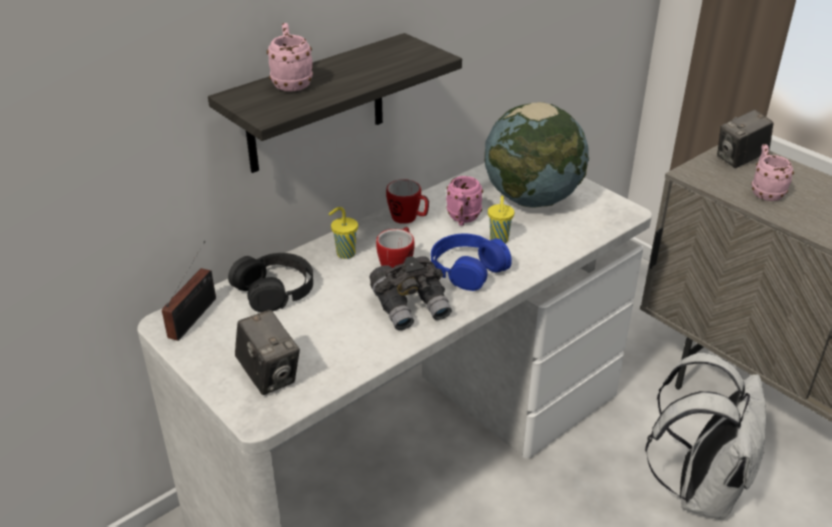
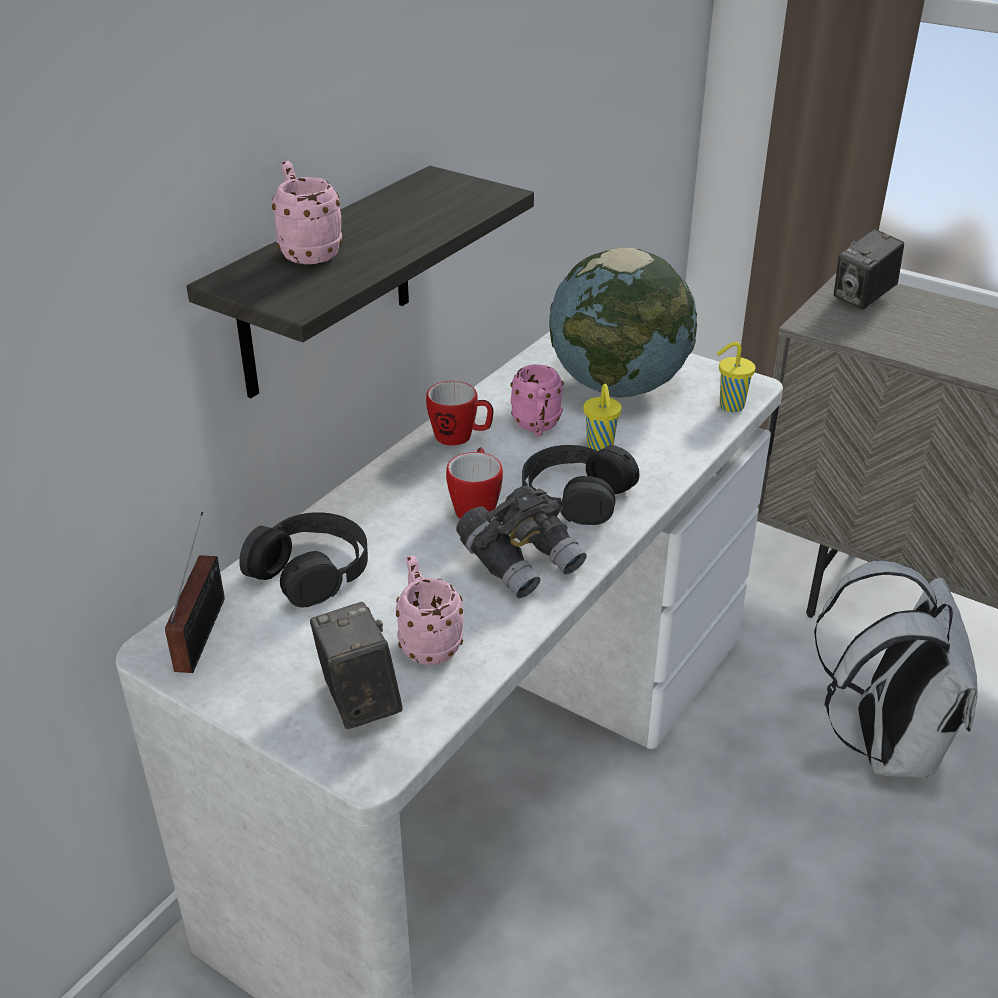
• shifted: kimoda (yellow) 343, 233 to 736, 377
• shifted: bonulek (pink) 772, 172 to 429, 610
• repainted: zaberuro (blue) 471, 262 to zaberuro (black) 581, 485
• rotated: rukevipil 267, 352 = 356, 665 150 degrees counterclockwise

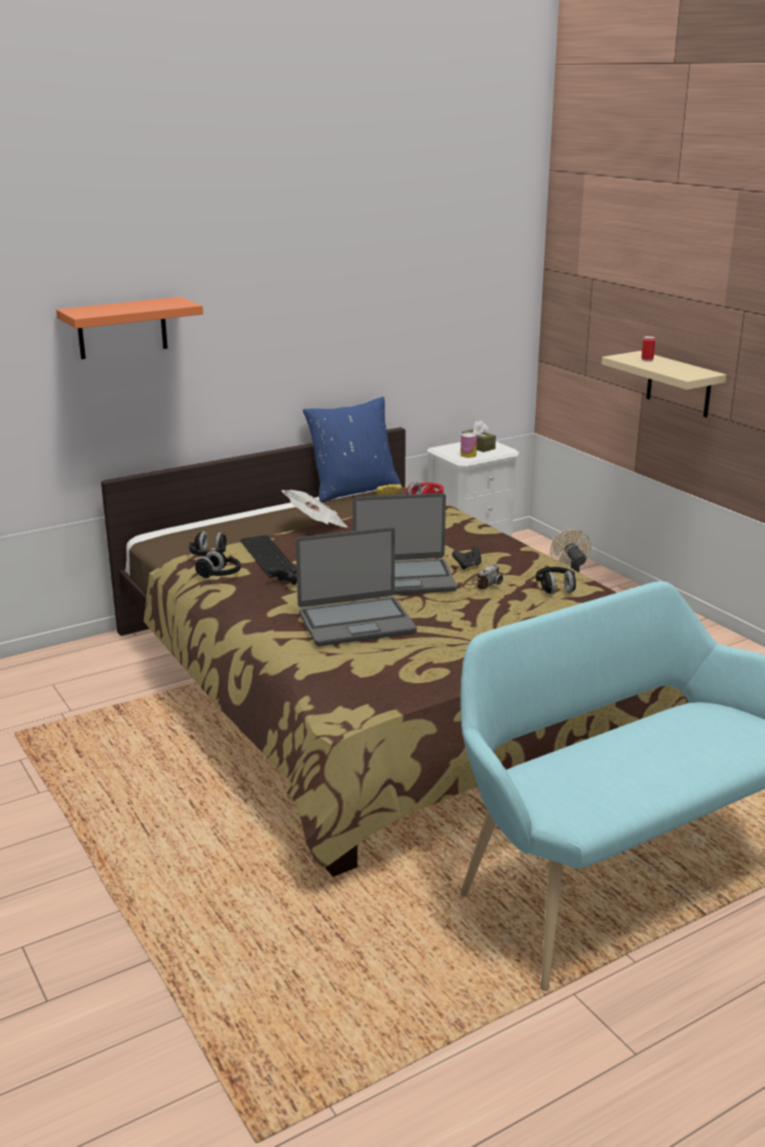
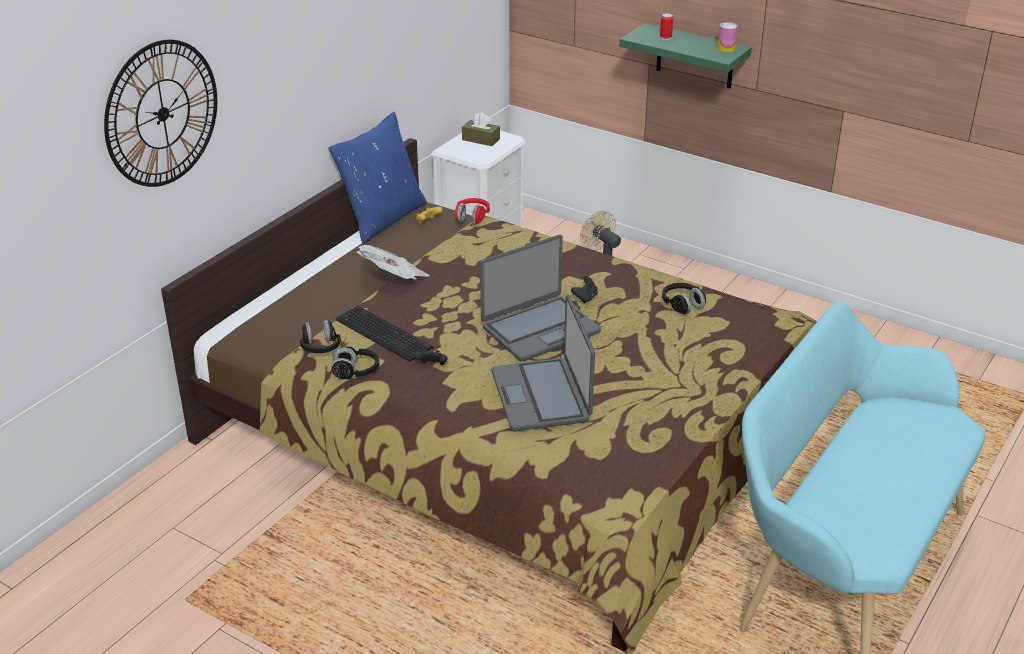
• gone: rukevipil 483, 576
• shifted: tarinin 468, 445 to 728, 37
• swapped: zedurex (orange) 129, 328 to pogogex 160, 113
• repainted: zedurex (beige) 664, 384 to zedurex (green) 685, 55
• rotated: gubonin 356, 586 = 543, 363 120 degrees clockwise

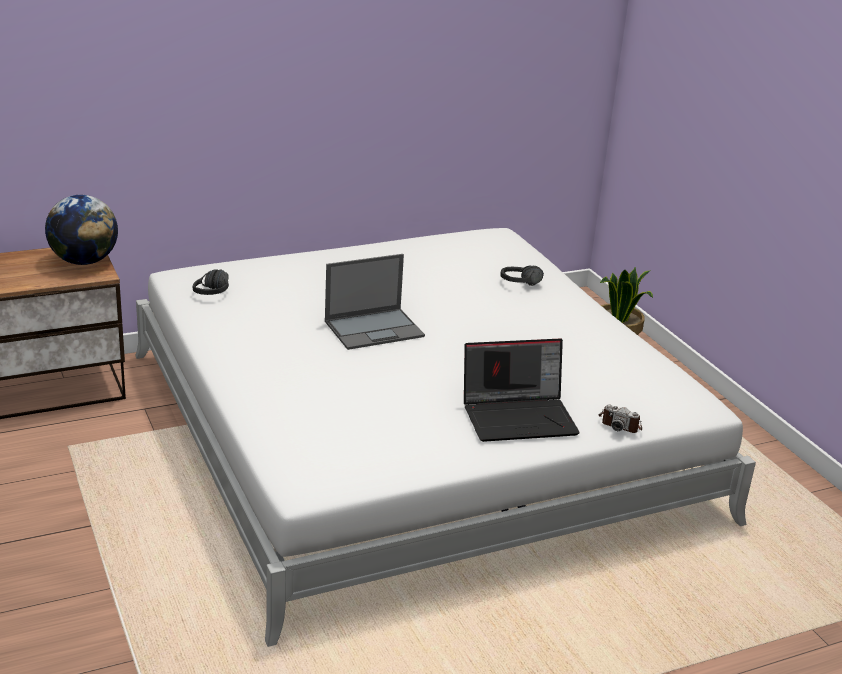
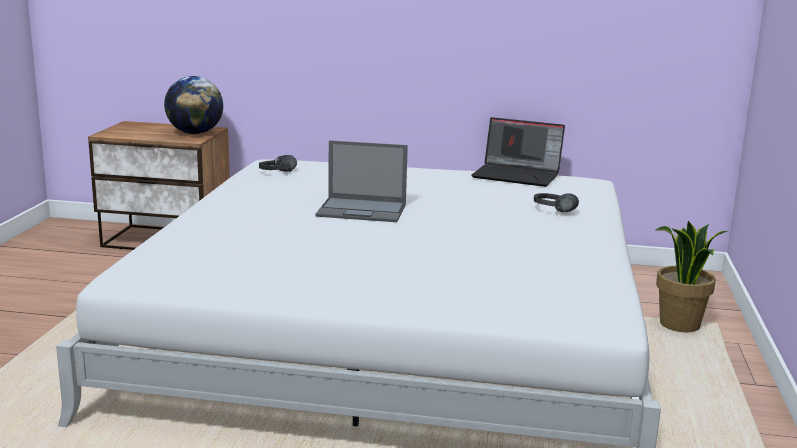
• gone: rukevipil 620, 418
• shifted: gubonin 522, 390 to 518, 152

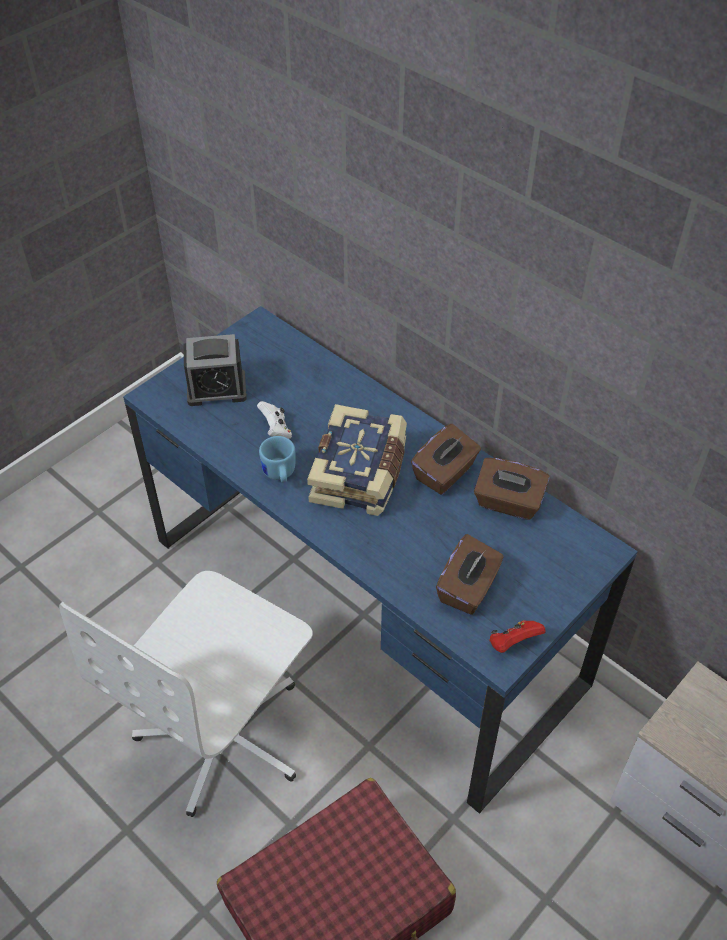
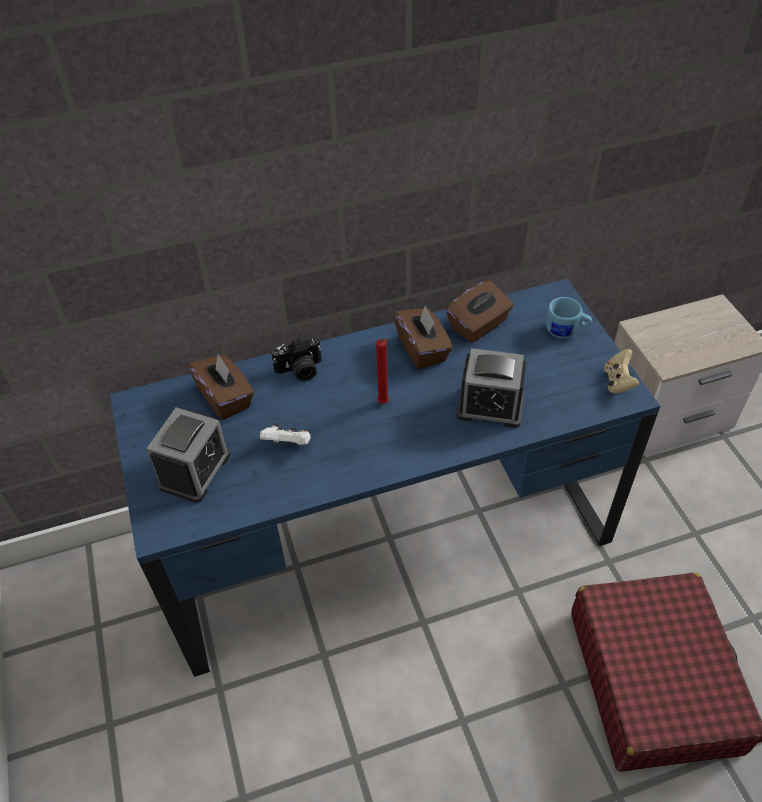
• gone: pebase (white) 186, 694
• new: rukevipil 296, 360
• new: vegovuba 491, 388
• shifted: bonulek (blue) 277, 459 to 569, 317
• shifted: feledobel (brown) 469, 574 to 221, 387
• swapped: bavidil 357, 460 to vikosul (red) 383, 371
• repainted: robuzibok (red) 517, 636 to robuzibok (beige) 621, 371

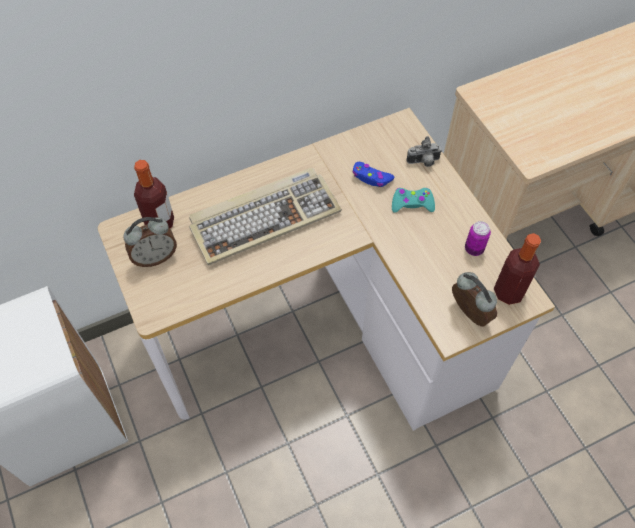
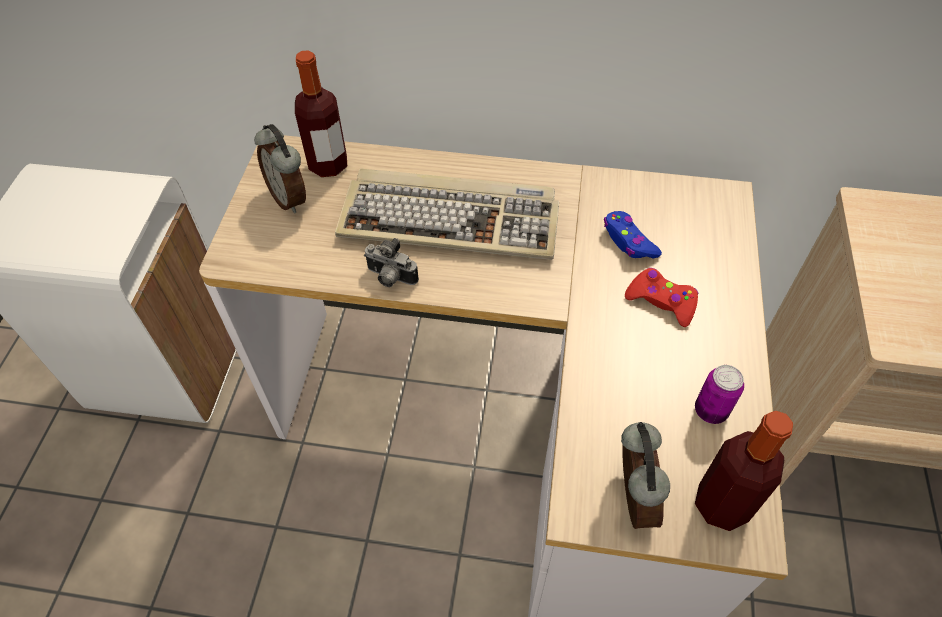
• shifted: rukevipil 424, 151 to 391, 262
• repainted: robuzibok (turquoise) 413, 200 to robuzibok (red) 662, 297
• rotated: vegovuba 150, 242 = 280, 169 45 degrees clockwise

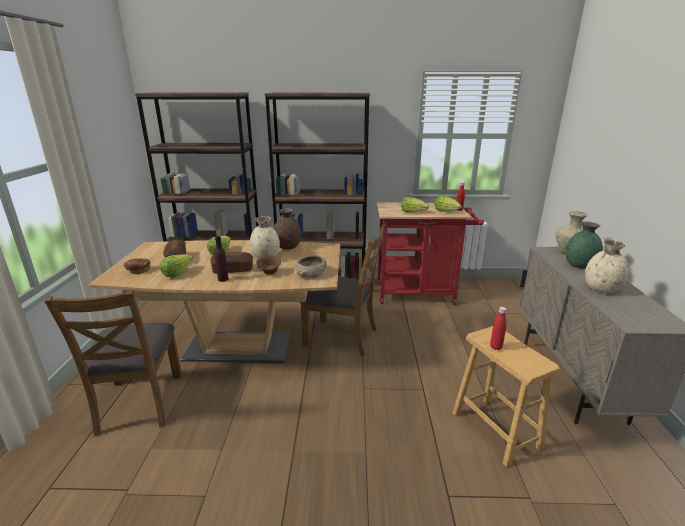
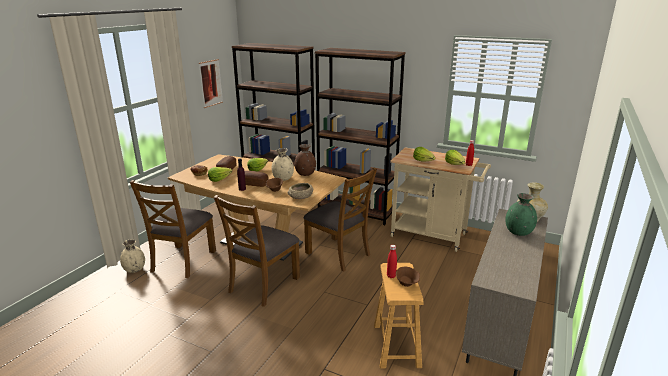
• new: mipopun 211, 83
• new: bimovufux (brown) 257, 251
• new: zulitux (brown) 408, 277
• shifted: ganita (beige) 607, 266 to 132, 256
• repainted: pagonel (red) 430, 253 to pagonel (beige) 440, 199

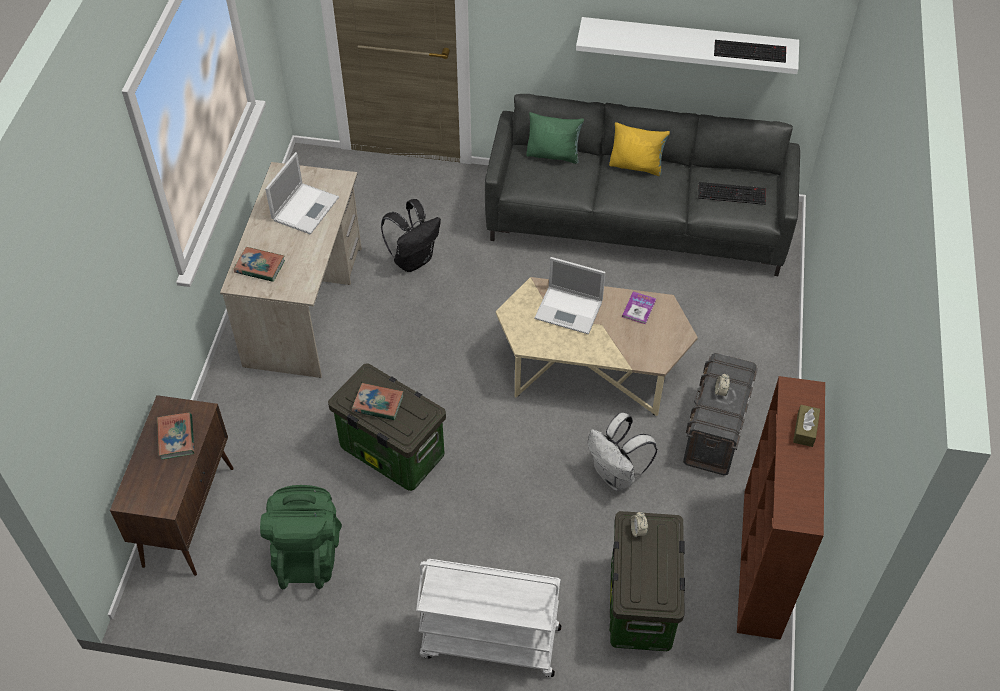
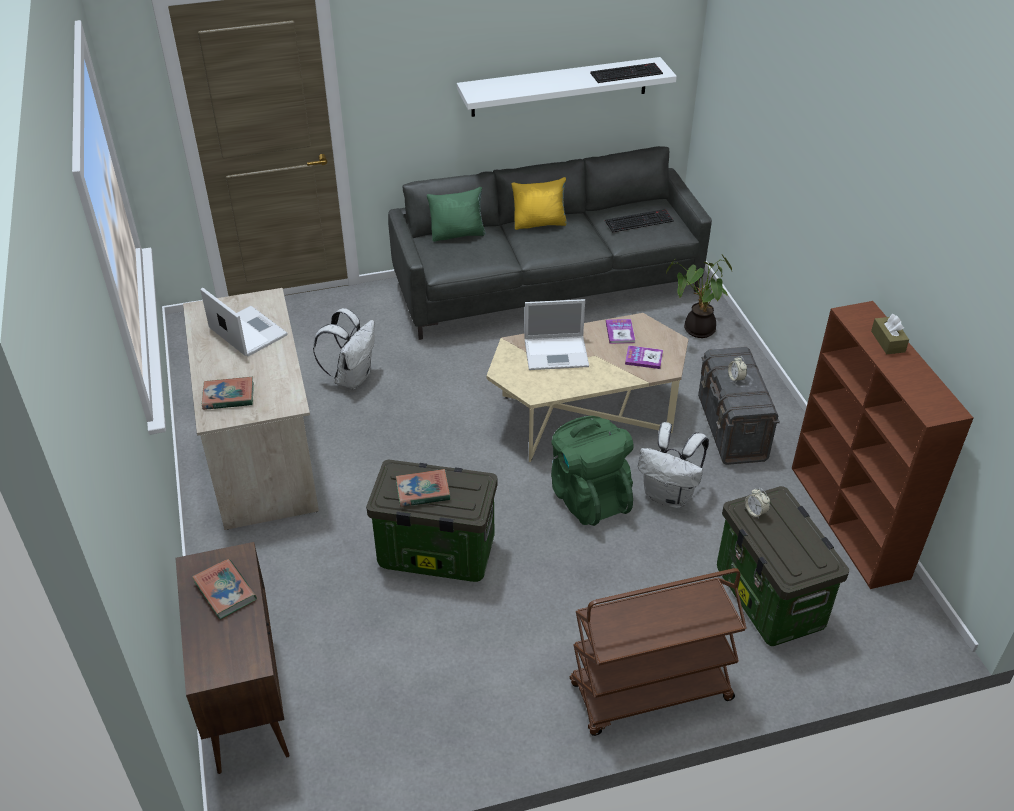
• new: bavidil 644, 357
• new: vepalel 699, 296
• shifted: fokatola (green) 301, 537 to 592, 471
• repainted: fokatola (black) 411, 235 to fokatola (white) 344, 348
• repainted: pagonel (white) 488, 618 to pagonel (brown) 658, 652
• rotated: gubonin 302, 193 = 244, 321 45 degrees counterclockwise

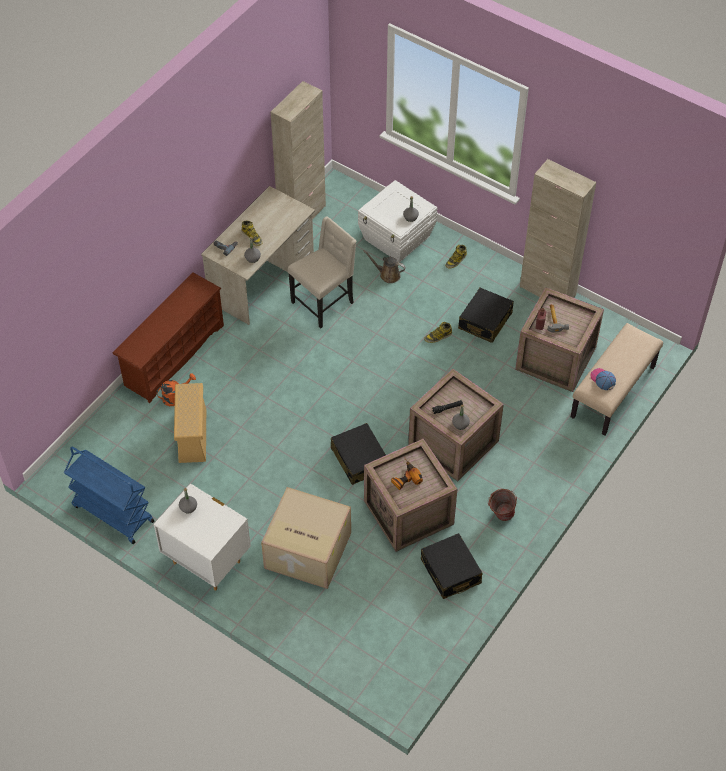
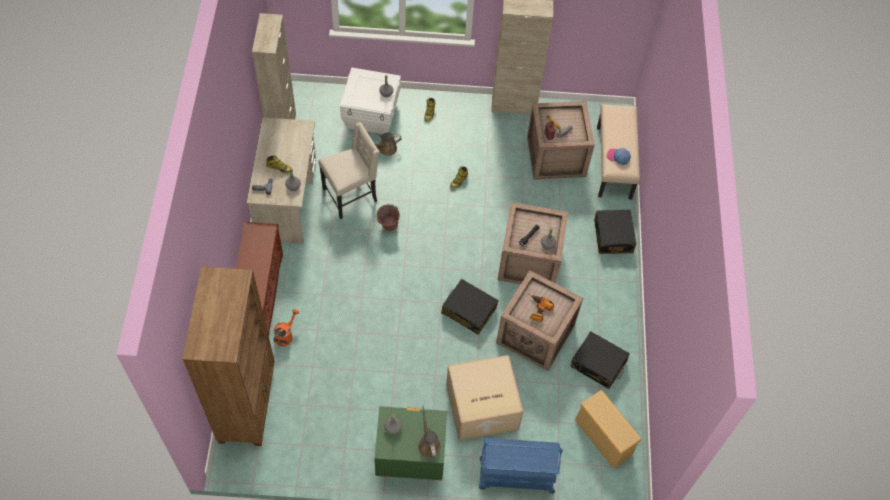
• new: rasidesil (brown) 228, 356
• new: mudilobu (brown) 429, 432
• shifted: pagonel (blue) 109, 495 to 520, 465
• shifted: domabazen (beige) 190, 423 to 608, 429
• shifted: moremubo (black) 486, 315 to 615, 232
• shifted: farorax 502, 505 to 388, 217
• repainted: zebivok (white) 202, 537 to zebivok (green) 410, 443
• rotated: bimovufux (beige) 322, 272 = 348, 170 45 degrees clockwise

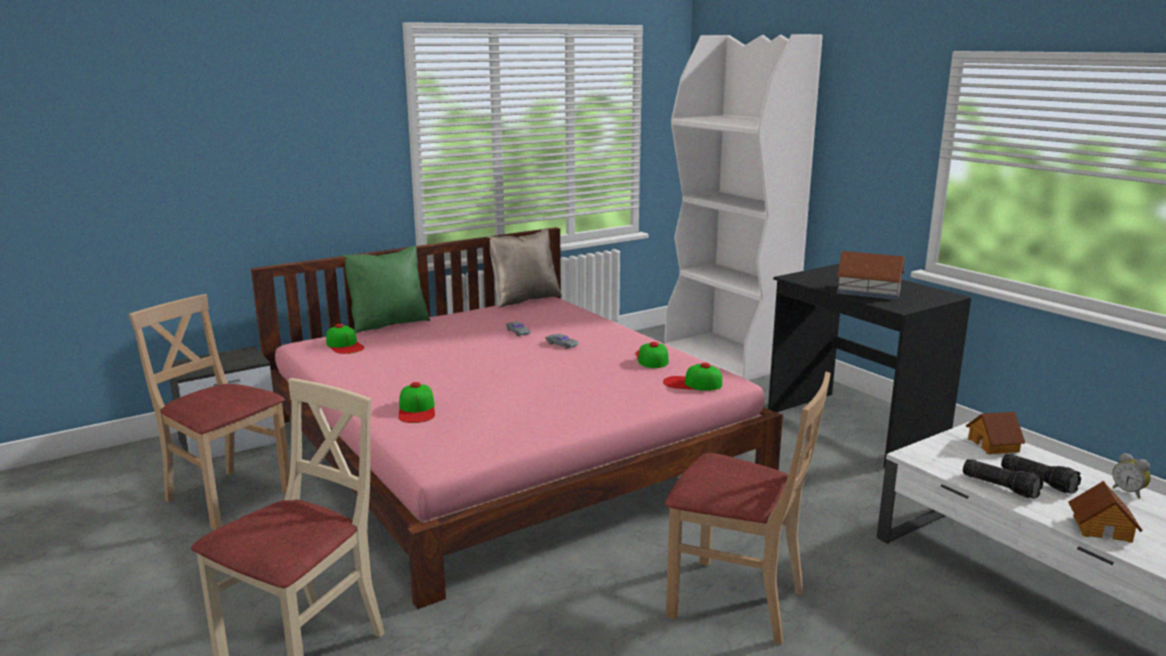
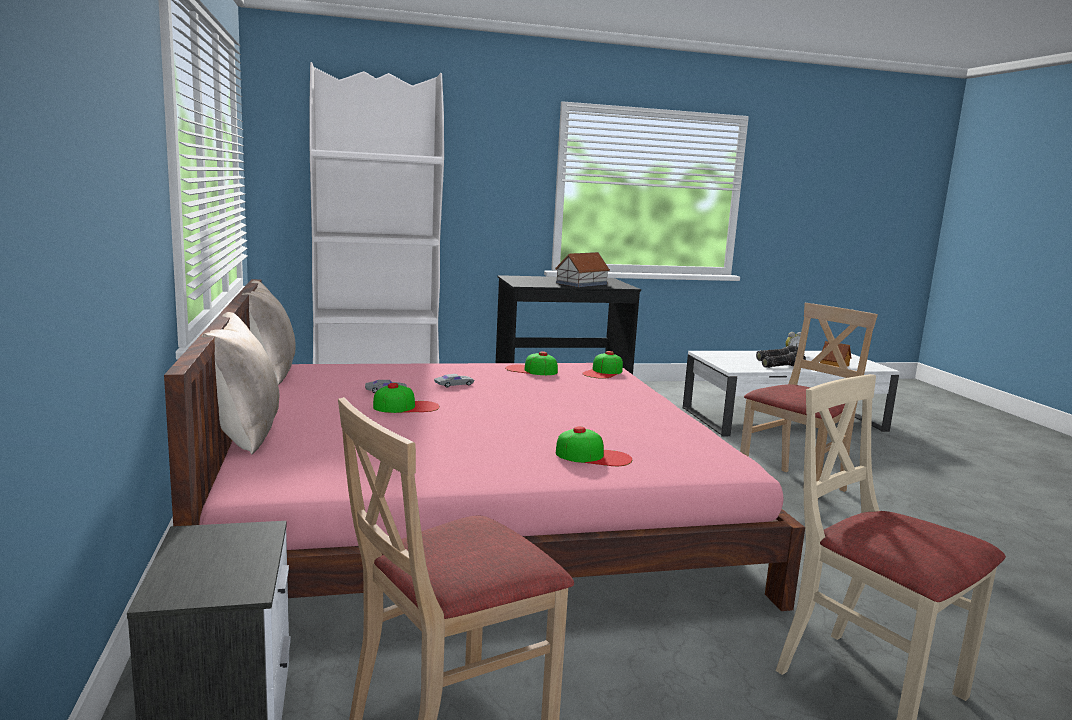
• gone: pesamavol 995, 433
• shifted: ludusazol 345, 339 to 406, 398
• repainted: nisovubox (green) 385, 289 to nisovubox (beige) 240, 383

